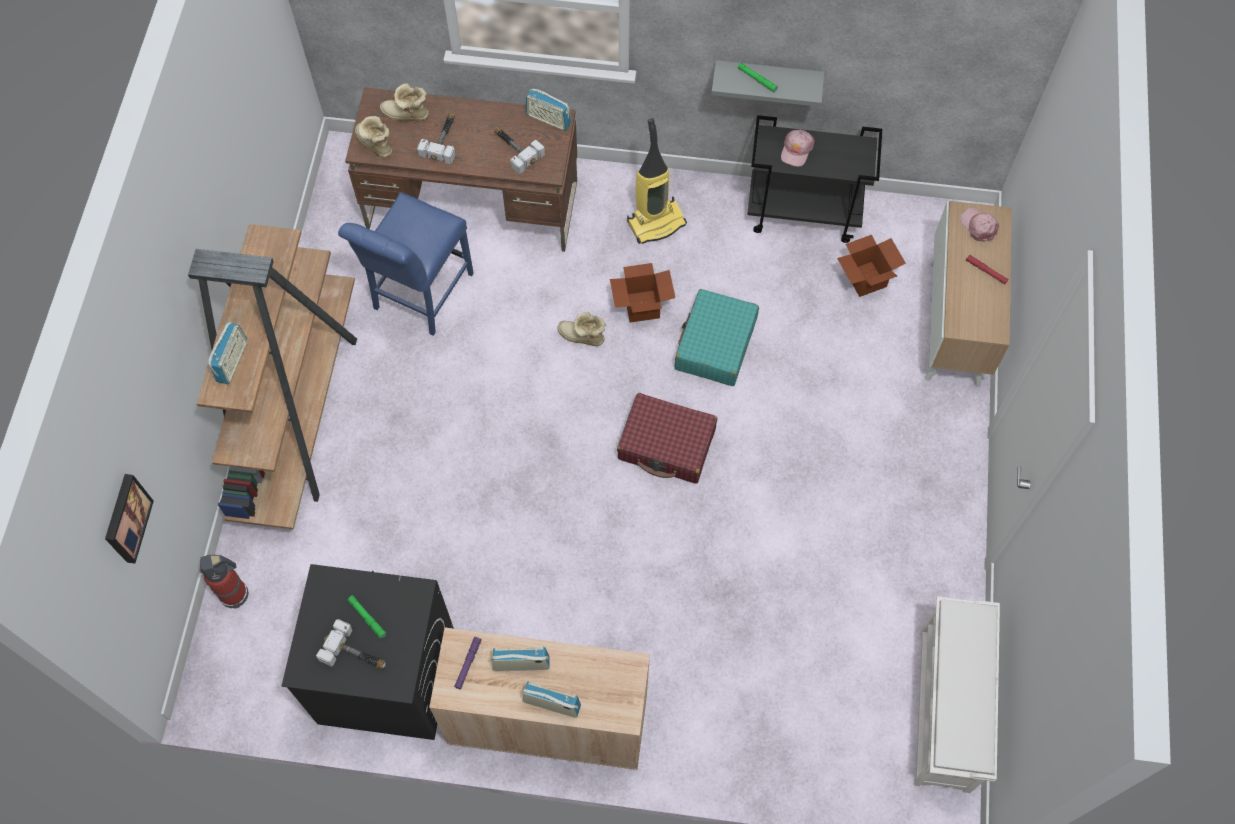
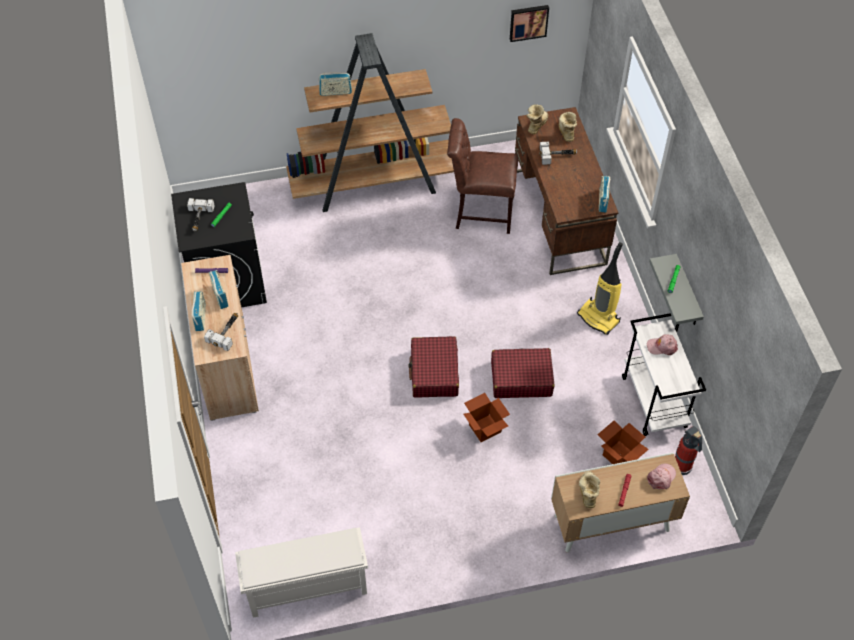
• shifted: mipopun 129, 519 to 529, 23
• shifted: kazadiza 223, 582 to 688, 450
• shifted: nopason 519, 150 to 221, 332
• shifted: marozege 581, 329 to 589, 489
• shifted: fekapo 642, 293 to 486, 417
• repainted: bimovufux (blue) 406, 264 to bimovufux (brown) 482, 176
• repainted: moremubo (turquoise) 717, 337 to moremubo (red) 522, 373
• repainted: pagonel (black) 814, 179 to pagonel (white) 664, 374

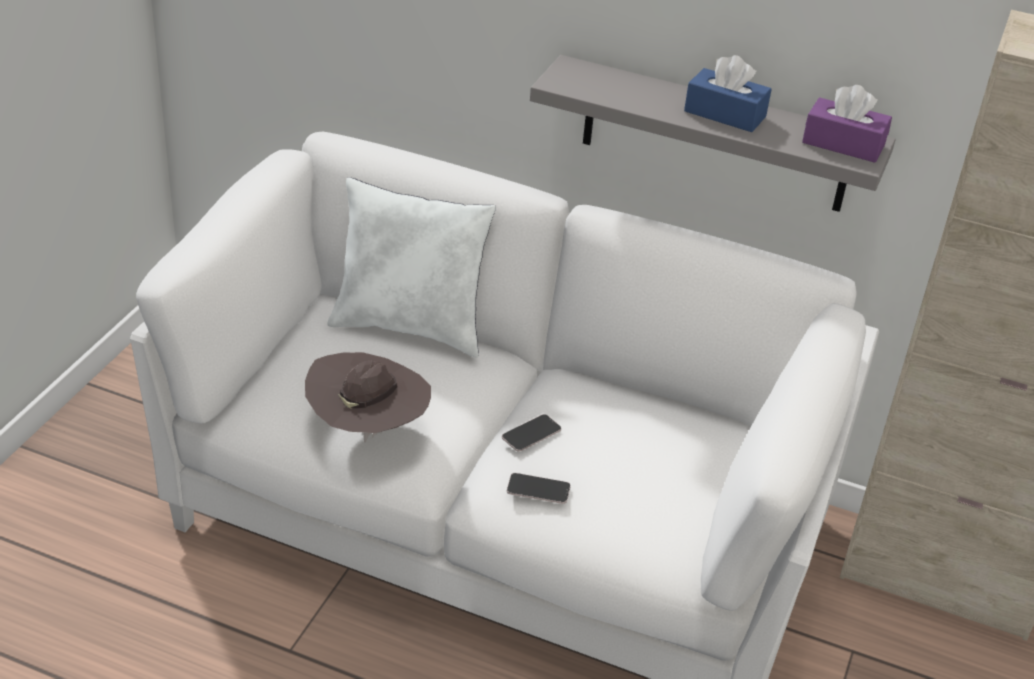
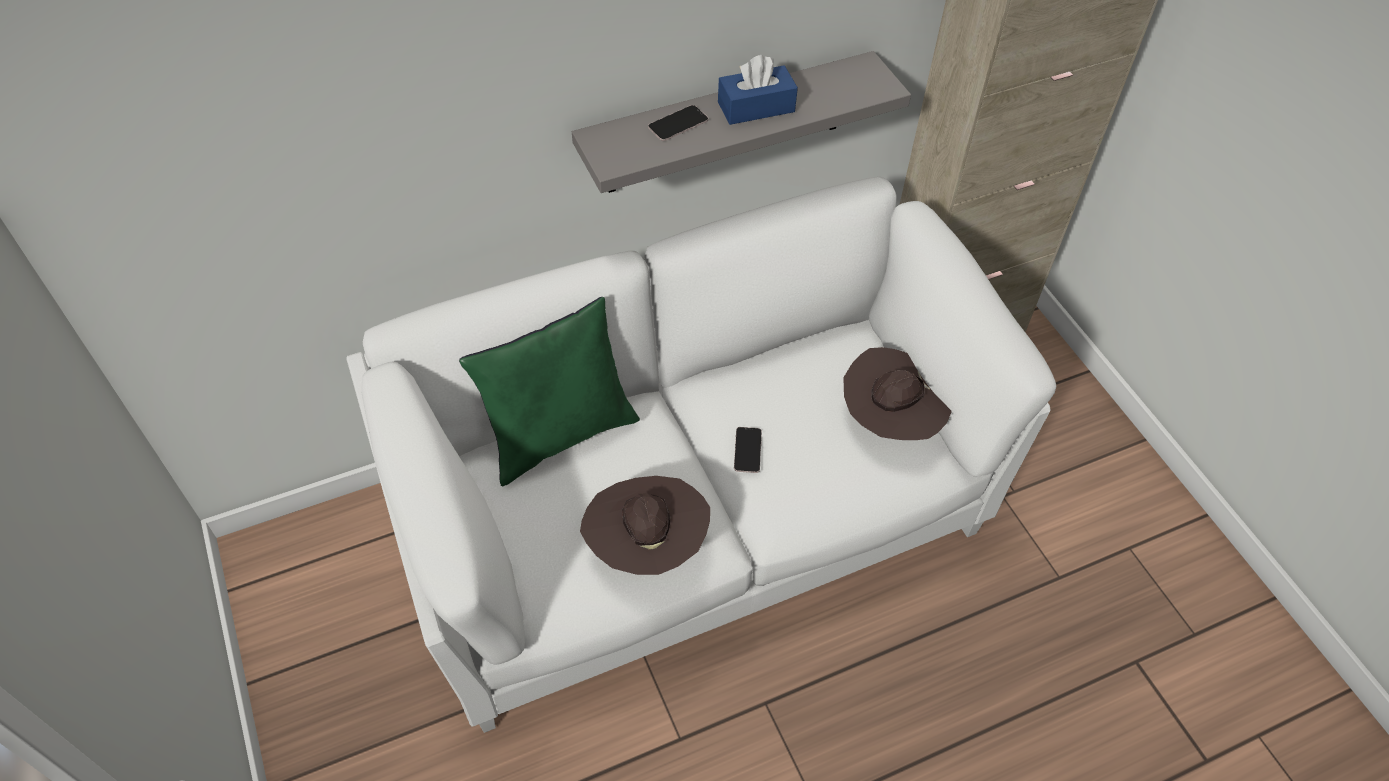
• gone: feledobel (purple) 847, 124
• new: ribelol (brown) 897, 393
• shifted: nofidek 539, 488 to 678, 123
• repainted: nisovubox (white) 411, 267 to nisovubox (green) 549, 391

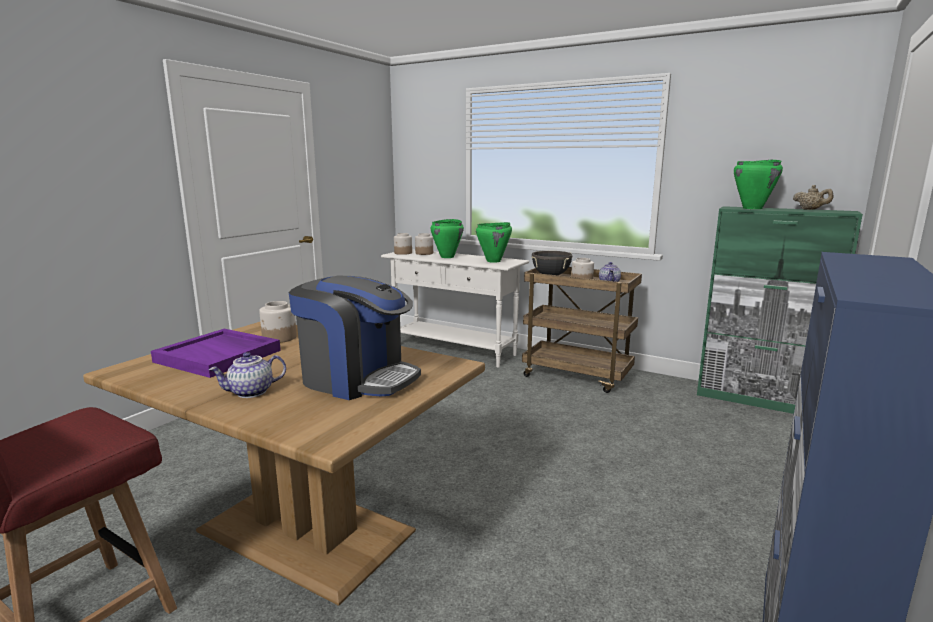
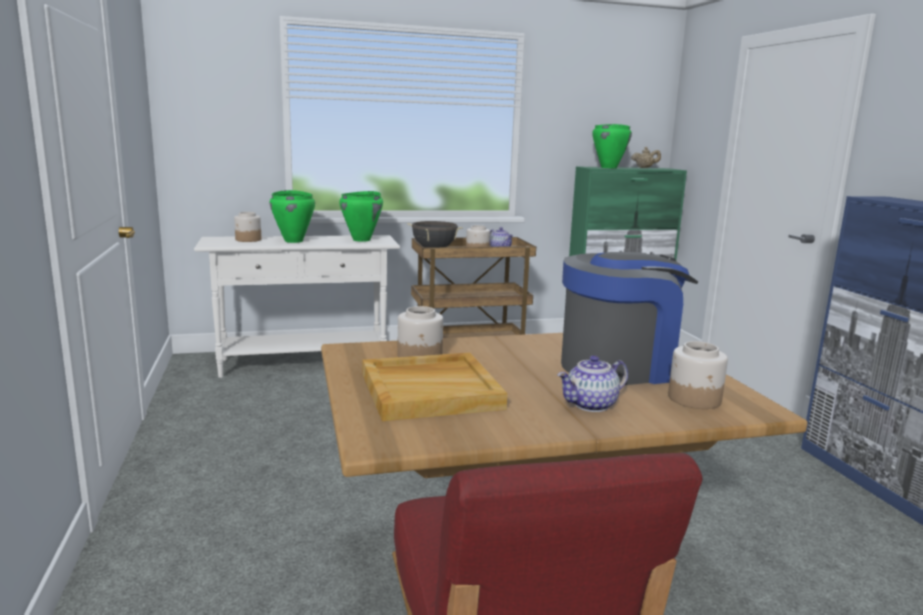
• shifted: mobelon 403, 244 to 698, 375
• repainted: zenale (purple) 216, 353 to zenale (beige) 434, 387
• rotated: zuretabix 247, 375 = 592, 383 45 degrees clockwise

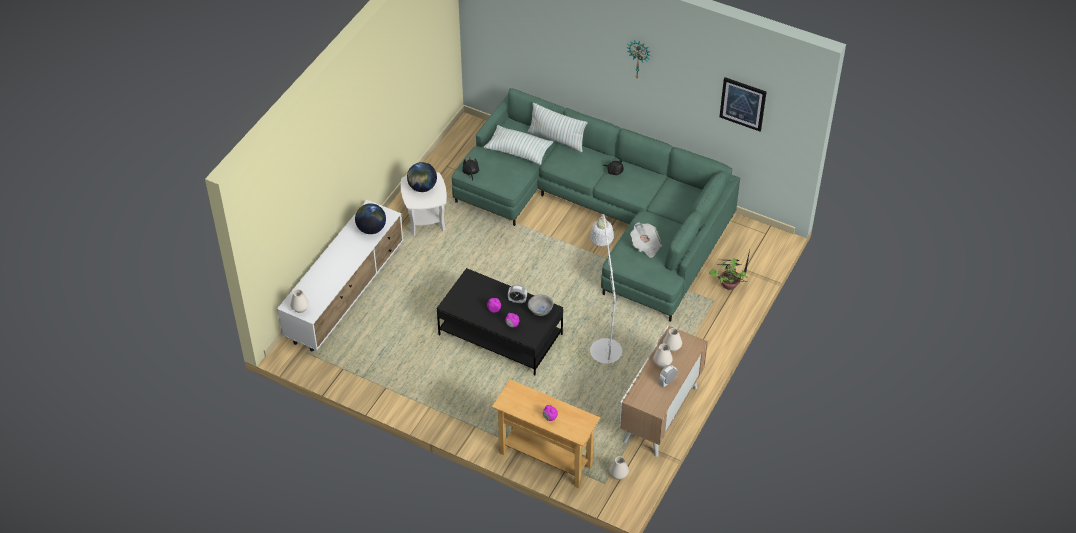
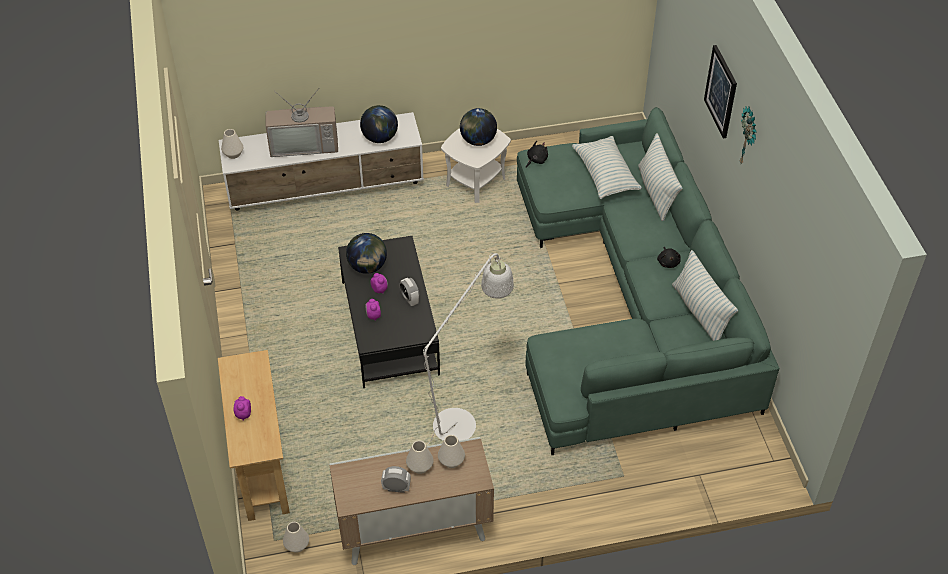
• gone: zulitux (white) 540, 305
• gone: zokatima 646, 240
• gone: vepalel 730, 270
• new: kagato 302, 122
• new: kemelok 366, 253
• new: nisovubox 705, 295
• shifted: mipopun 743, 104 to 720, 92

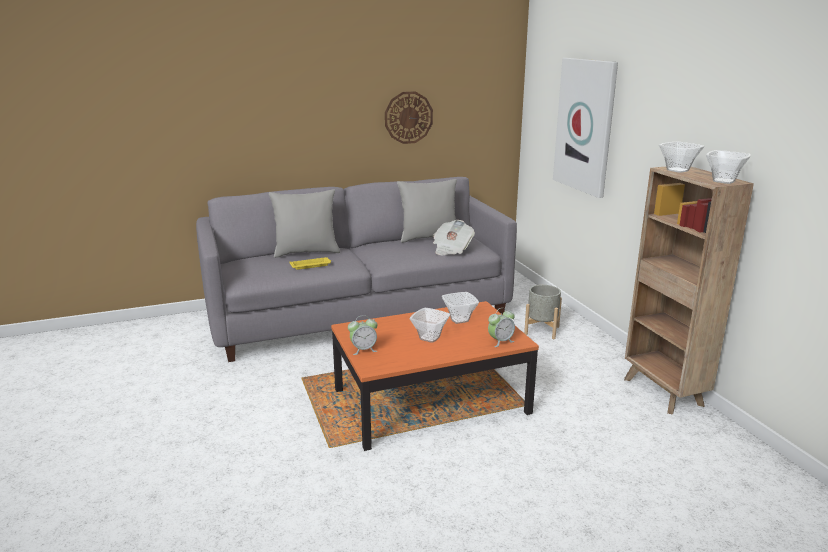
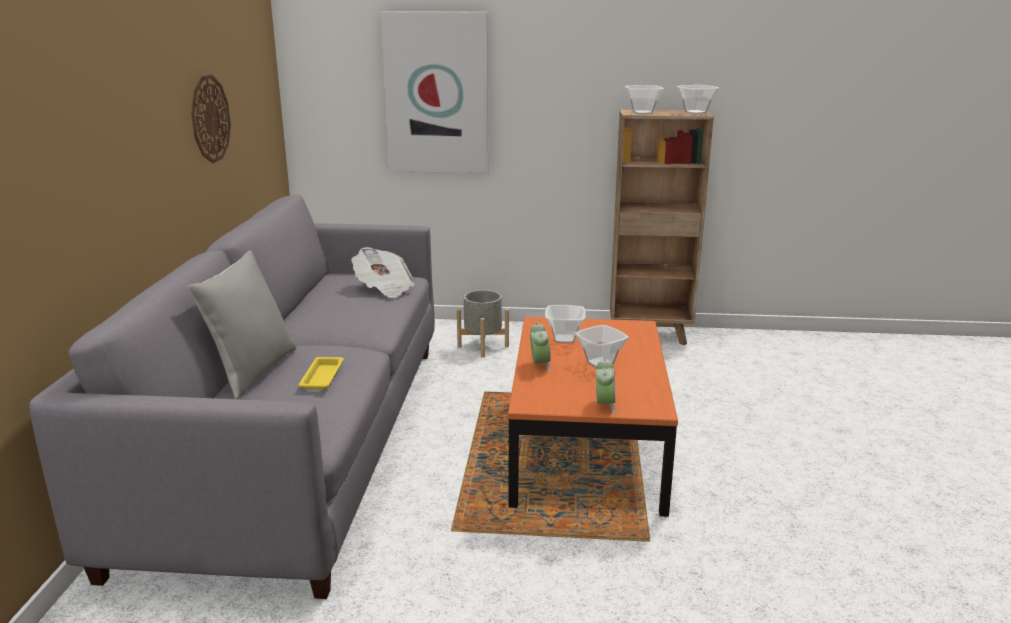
• gone: nisovubox (grey) 427, 211
• shifted: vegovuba 501, 327 to 540, 346

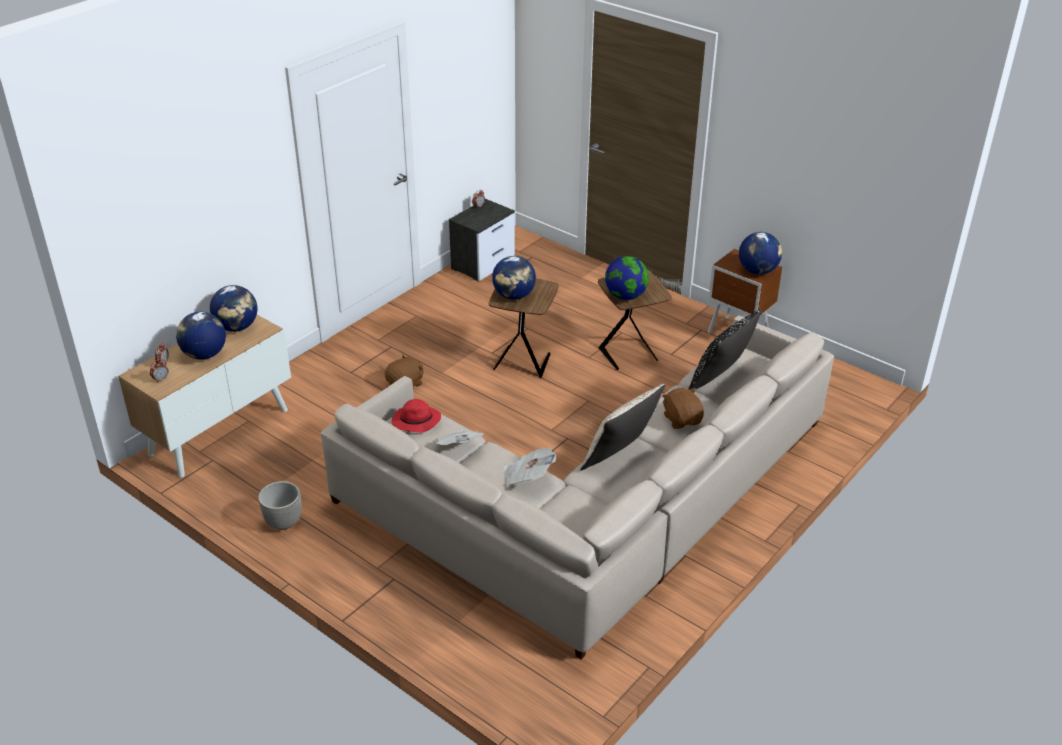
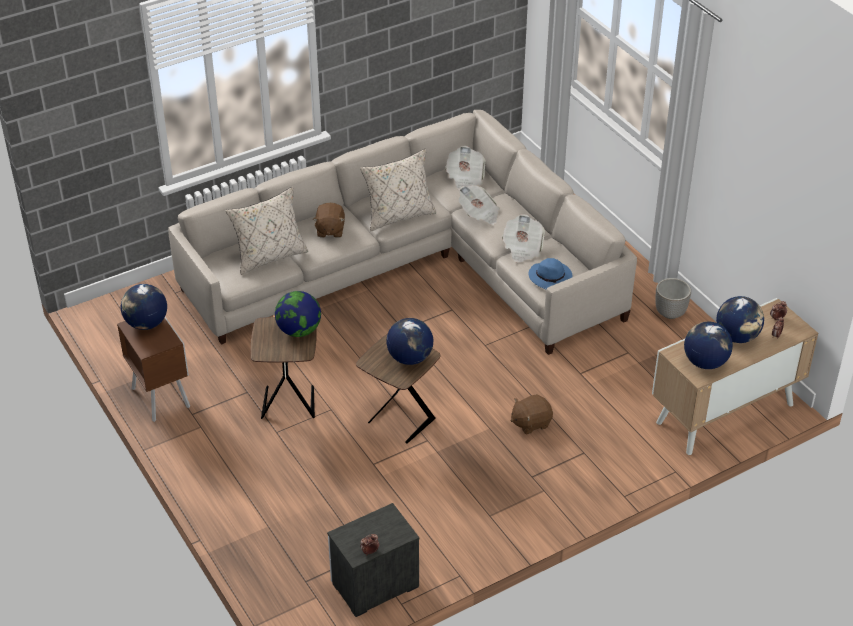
• new: zokatima 465, 168
• repainted: ribelol (red) 416, 416 to ribelol (blue) 550, 274
• repainted: nisovubox (black) 725, 349 to nisovubox (beige) 267, 231

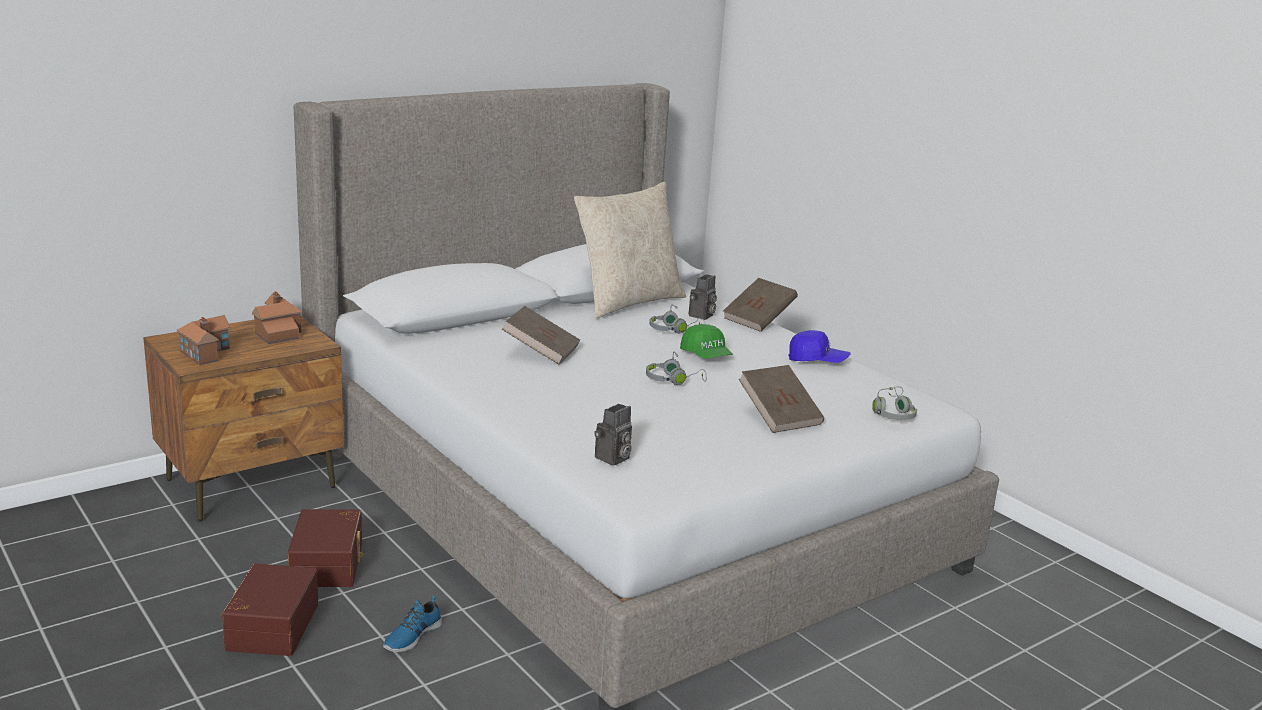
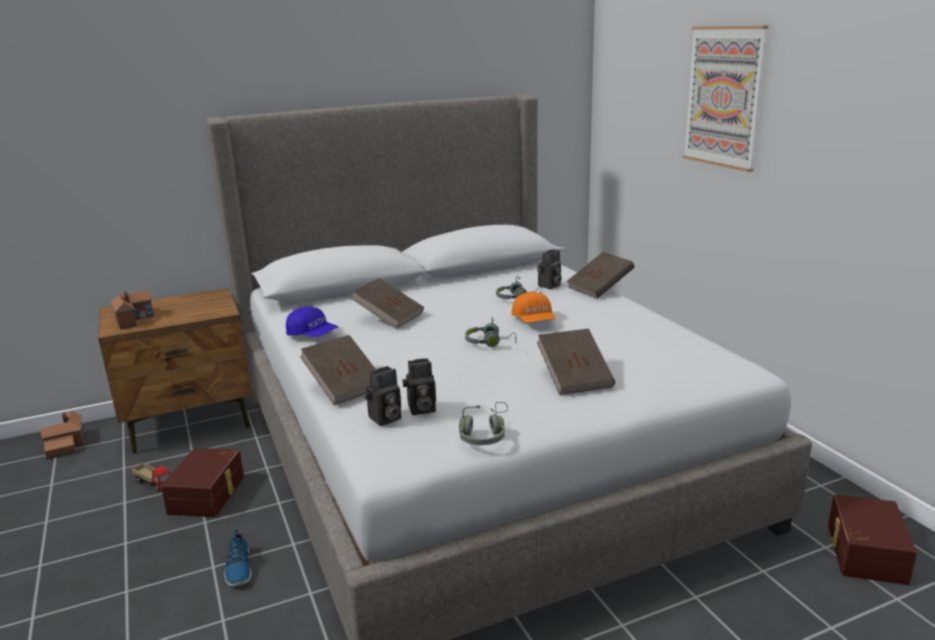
• gone: nisovubox (beige) 630, 250
• new: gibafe 150, 477
• new: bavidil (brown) 338, 370
• new: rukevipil 419, 386
• new: mipopun 725, 98
• shifted: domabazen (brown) 270, 609 to 872, 539
• shifted: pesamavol 277, 317 to 62, 434
• shifted: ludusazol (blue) 819, 346 to 312, 322
• shifted: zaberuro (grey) 894, 403 to 483, 423
• repainted: ludusazol (green) 706, 341 to ludusazol (orange) 533, 307
• rotated: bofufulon 412, 623 = 238, 557 60 degrees counterclockwise

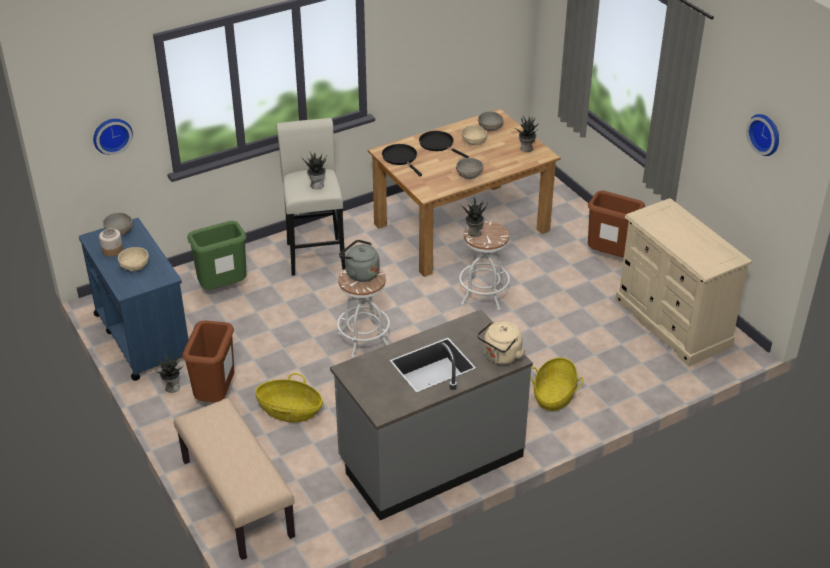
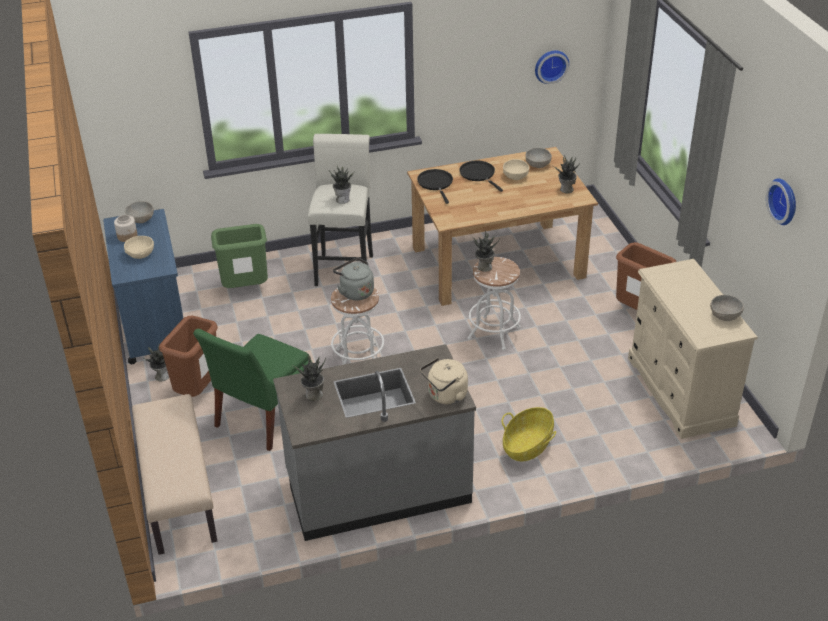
• new: vepalel 310, 377
• shifted: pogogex 113, 137 to 552, 67
• shifted: zulitux (grey) 469, 168 to 727, 308
• swapped: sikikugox 289, 397 to bimovufux (green) 252, 390

